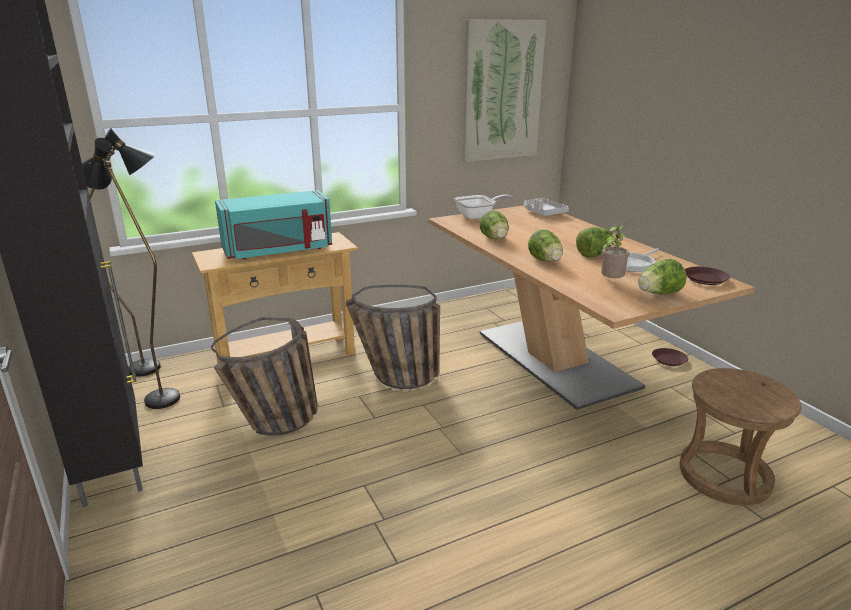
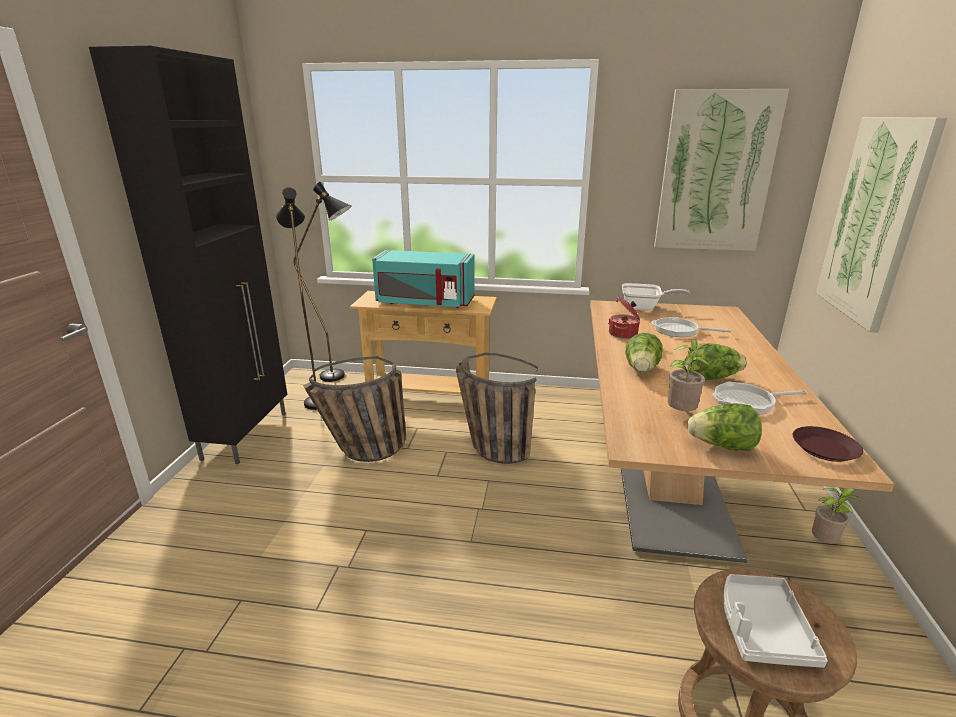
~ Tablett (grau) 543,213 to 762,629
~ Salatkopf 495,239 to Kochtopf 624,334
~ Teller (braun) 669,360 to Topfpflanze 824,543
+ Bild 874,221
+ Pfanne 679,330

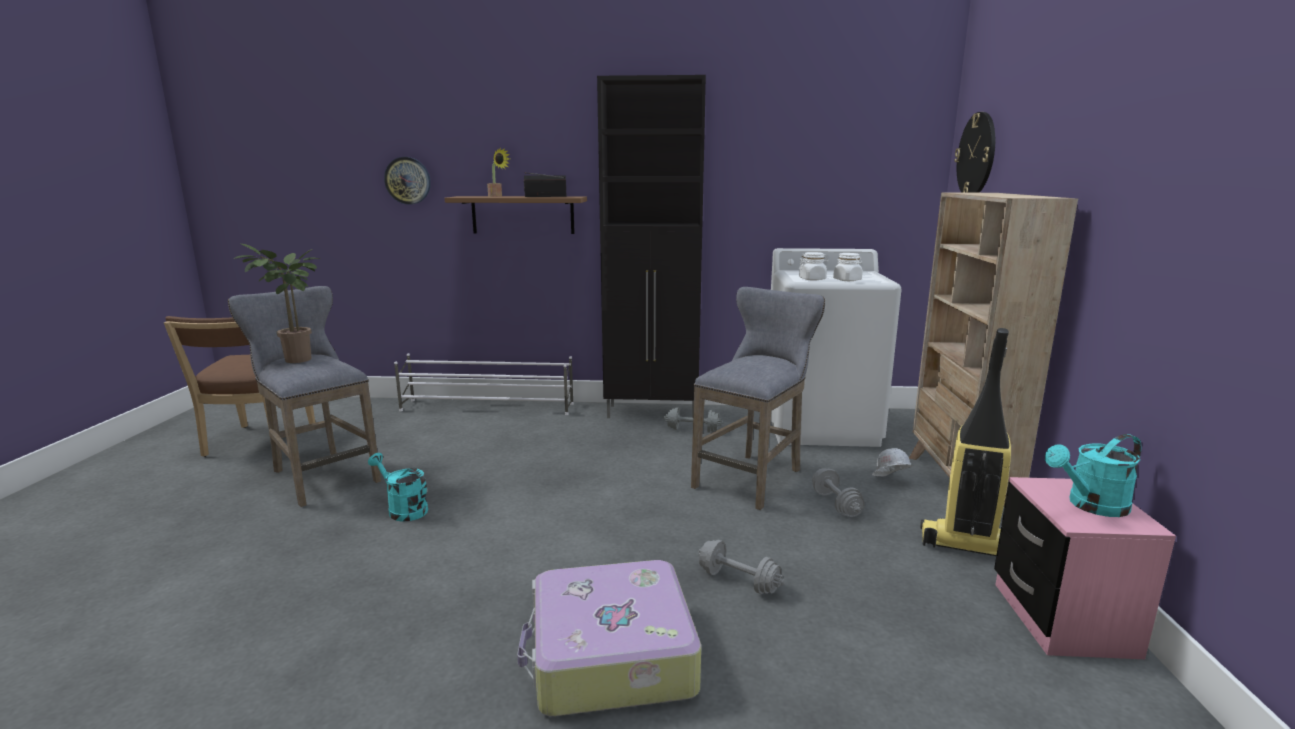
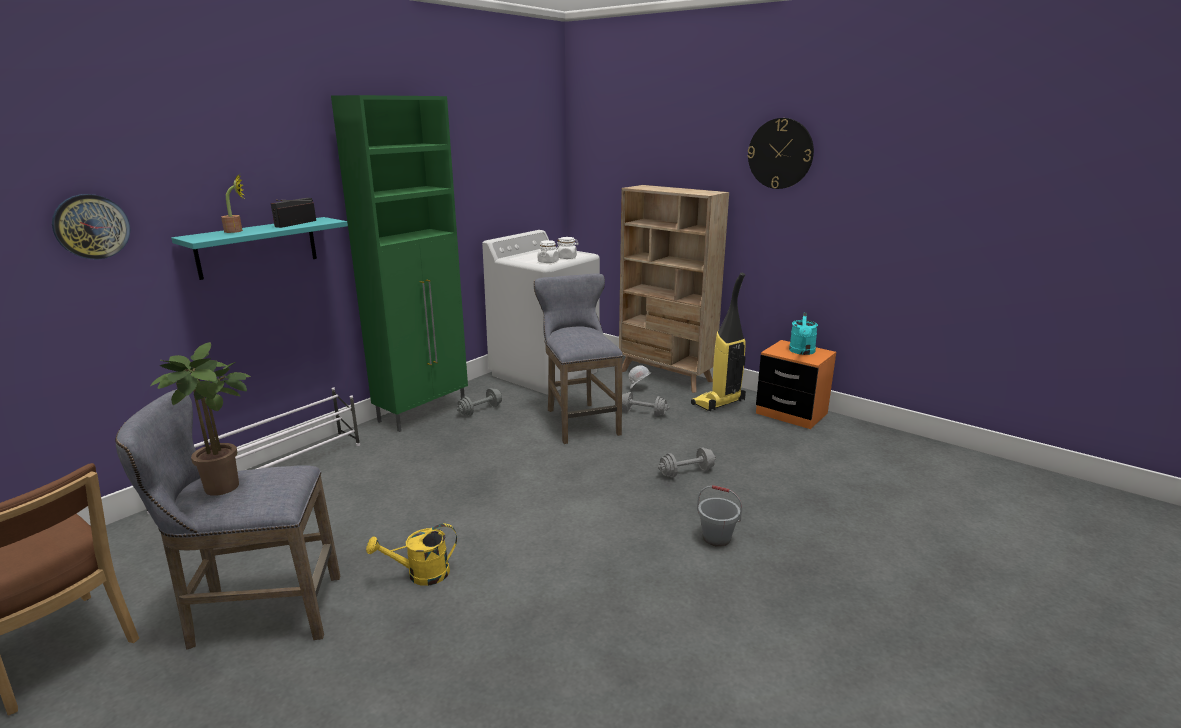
~ Schrank (schwarz) 653,413 to Schrank (grün) 424,412
~ Wanduhr 976,155 to 780,153
~ Wandregal (braun) 523,215 to Wandregal (türkis) 257,247
~ Gießkanne (türkis) 403,509 to Gießkanne (gelb) 421,575
~ Nachttisch (rosa) 1062,619 to Nachttisch (orange) 791,413
~ Koffer 610,656 to Eimer (grau) 717,538

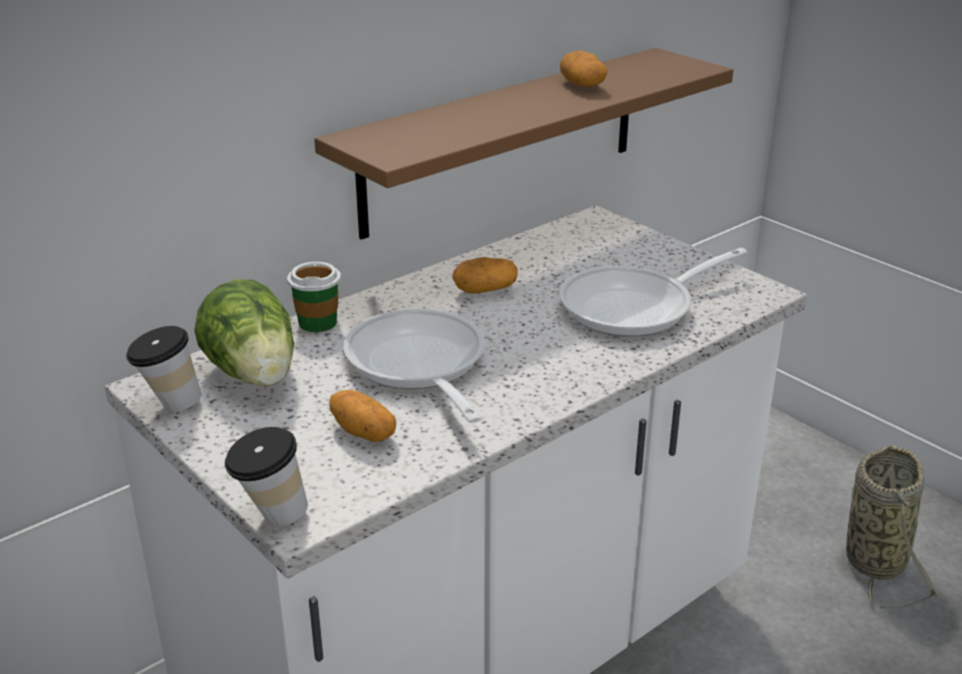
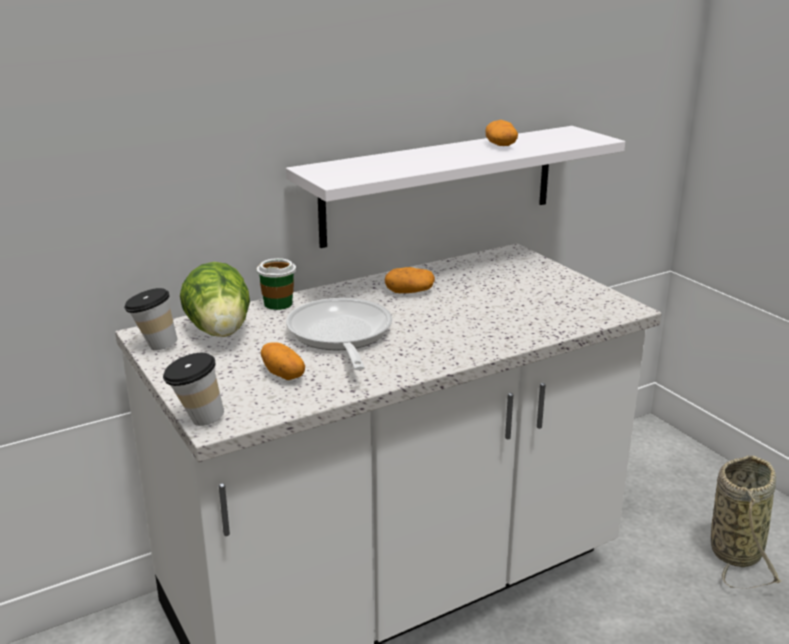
~ Wandregal (braun) 503,140 to Wandregal (weiß) 440,185
- Pfanne 636,307

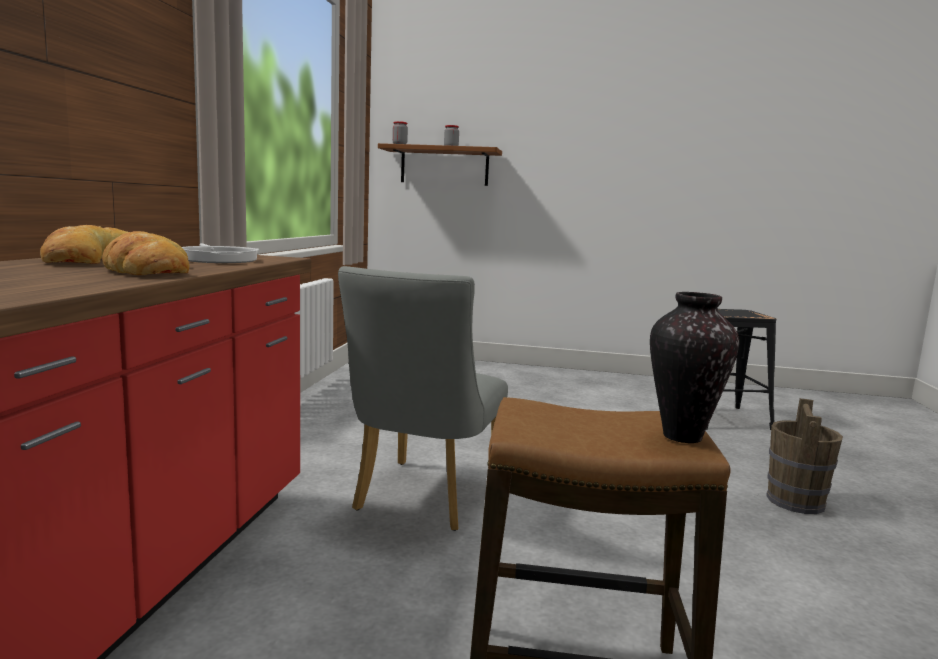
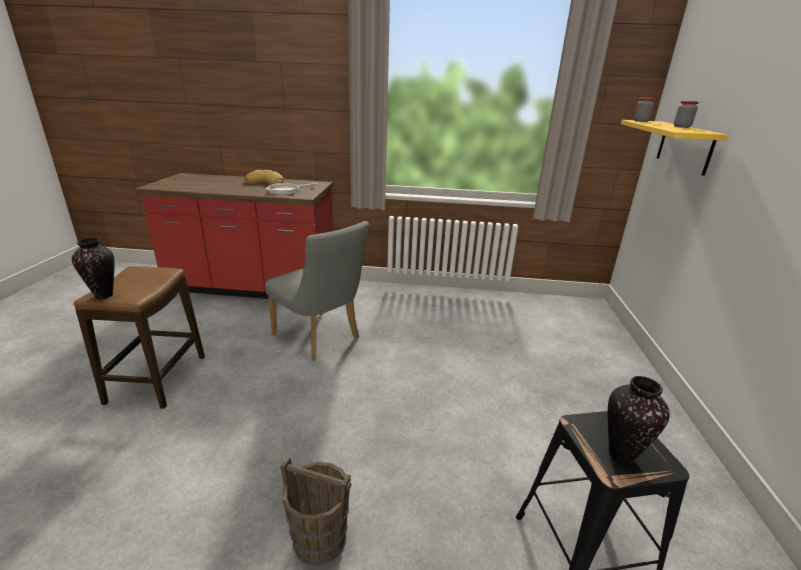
~ Wandregal (braun) 444,166 to Wandregal (gelb) 684,146
- Brot 148,270
~ Stuhl (grau) 422,499 = 320,338 150 degrees counterclockwise
+ Vase 621,455

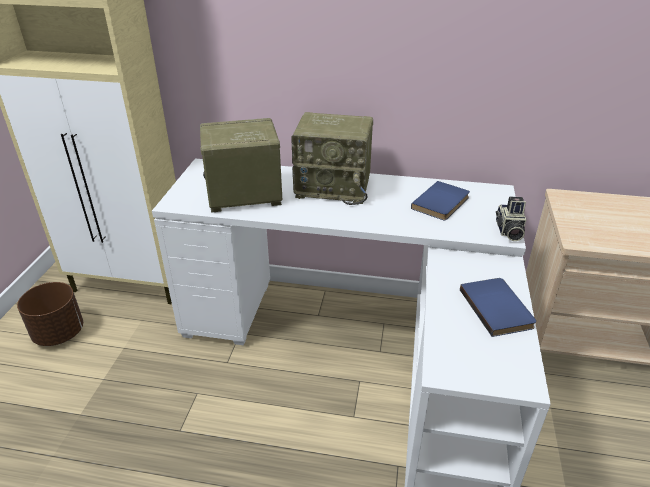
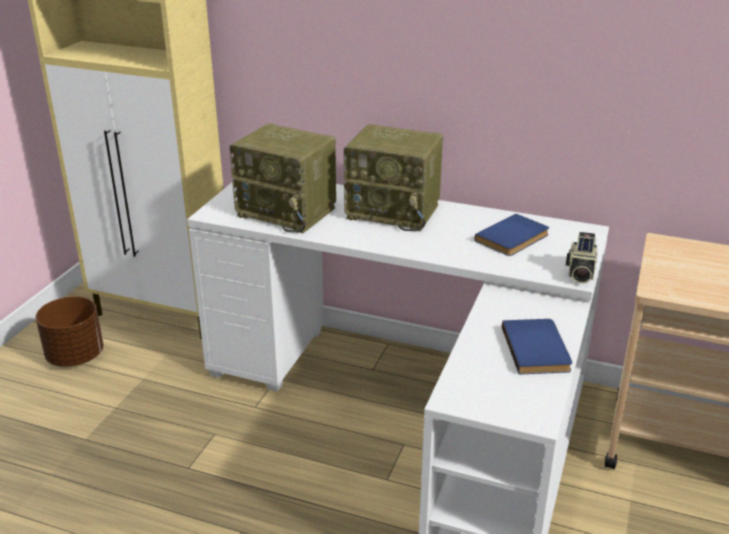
~ Radio 242,195 = 288,212 150 degrees counterclockwise

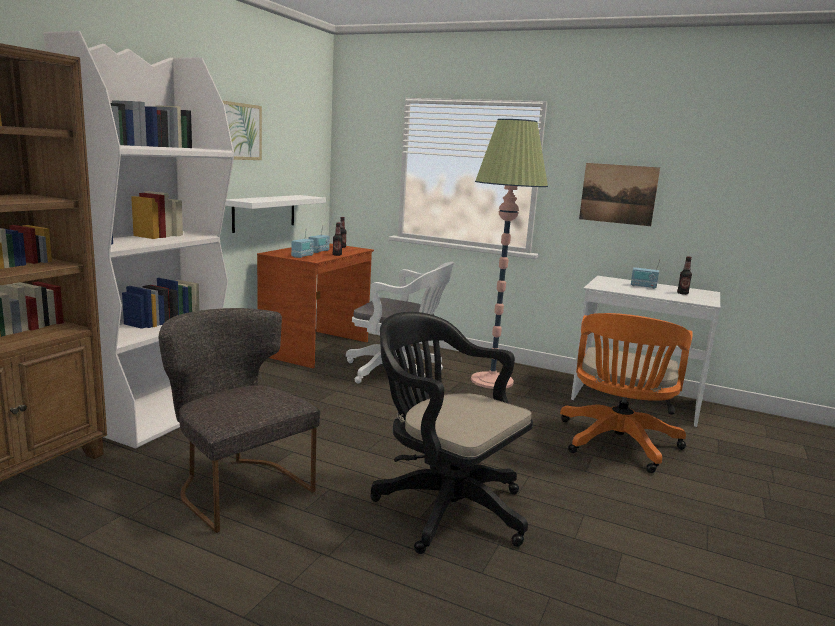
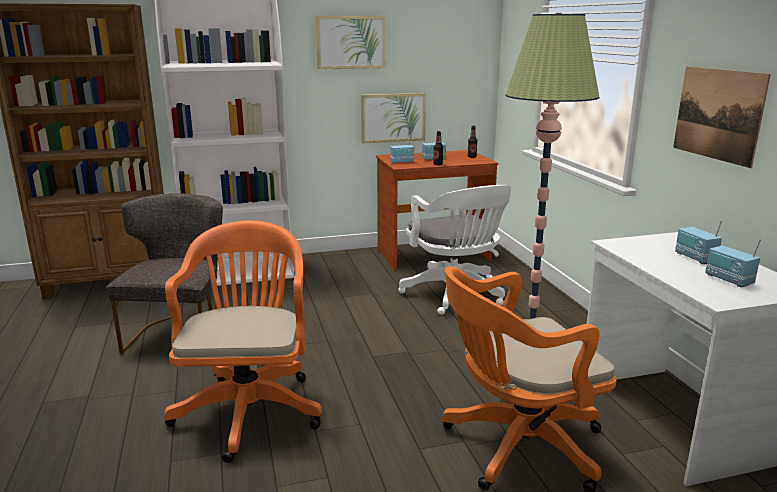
~ Wandregal (weiß) 264,212 to Bild 393,117
~ Flasche 682,293 to Radio 728,280
~ Bürostuhl (schwarz) 444,506 to Bürostuhl (orange) 250,408

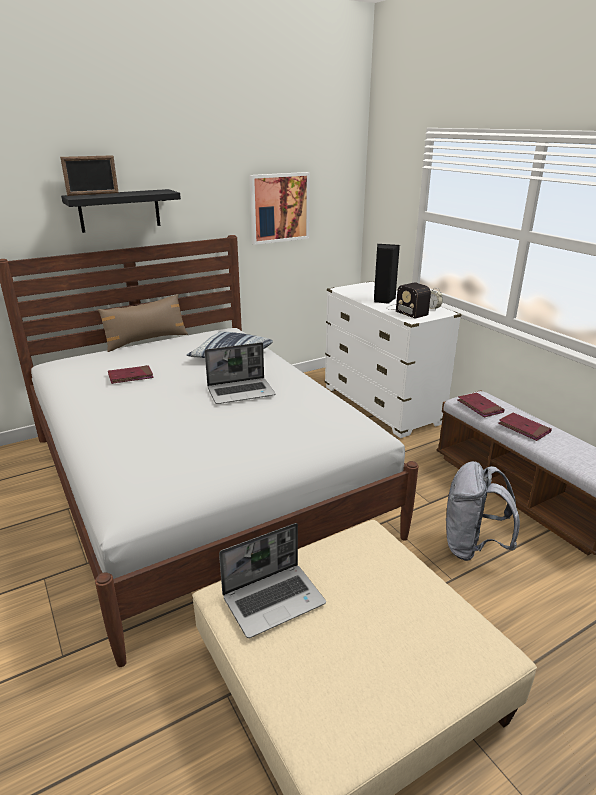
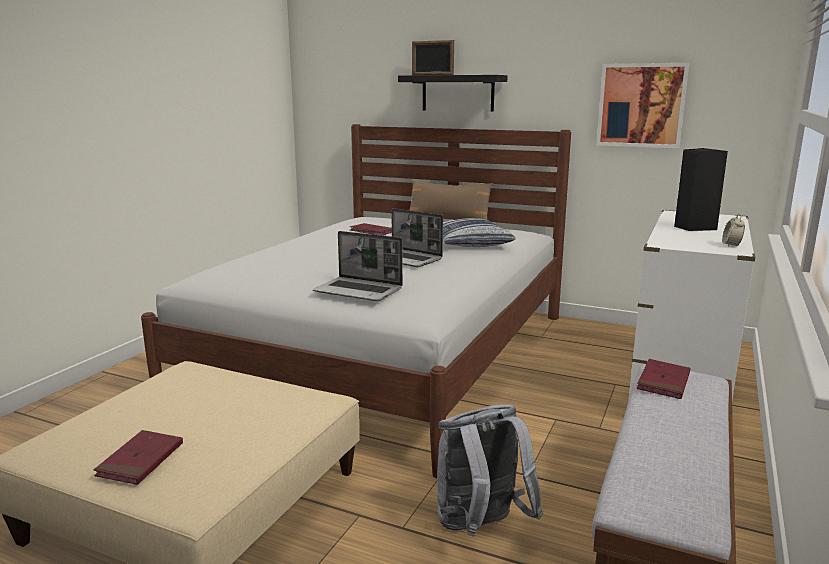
- Radio 406,310
~ Buch (rot) 523,428 to 140,460
~ Laptop 274,599 to 359,291

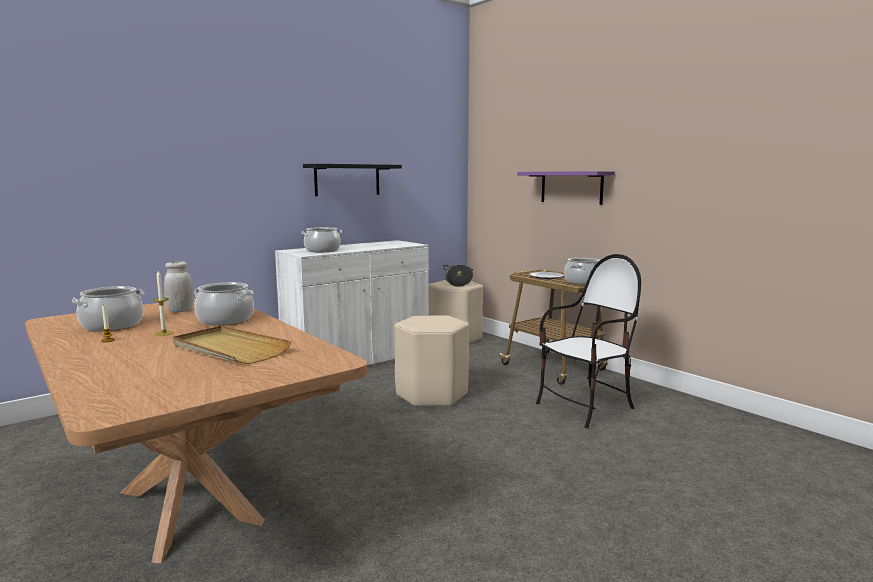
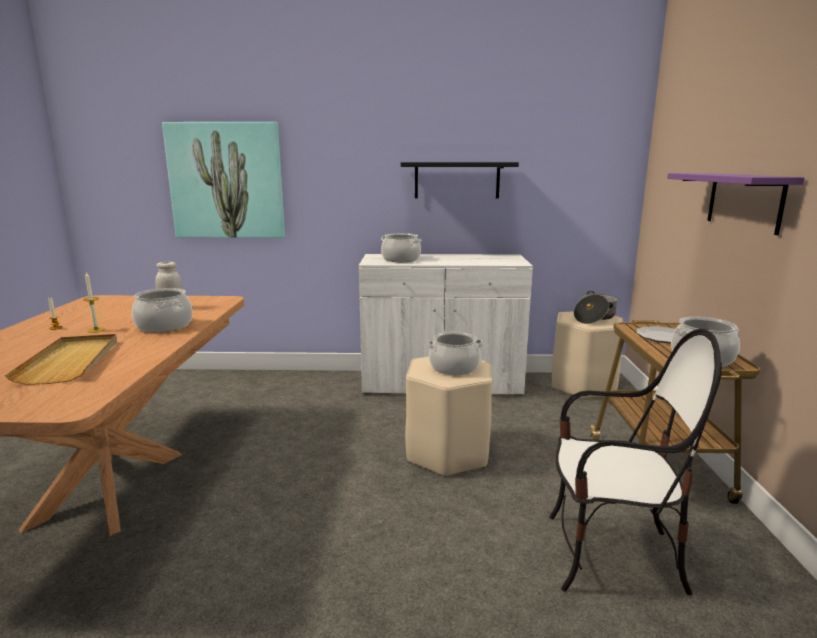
~ Kochtopf 112,325 to 454,368
+ Bild 227,181

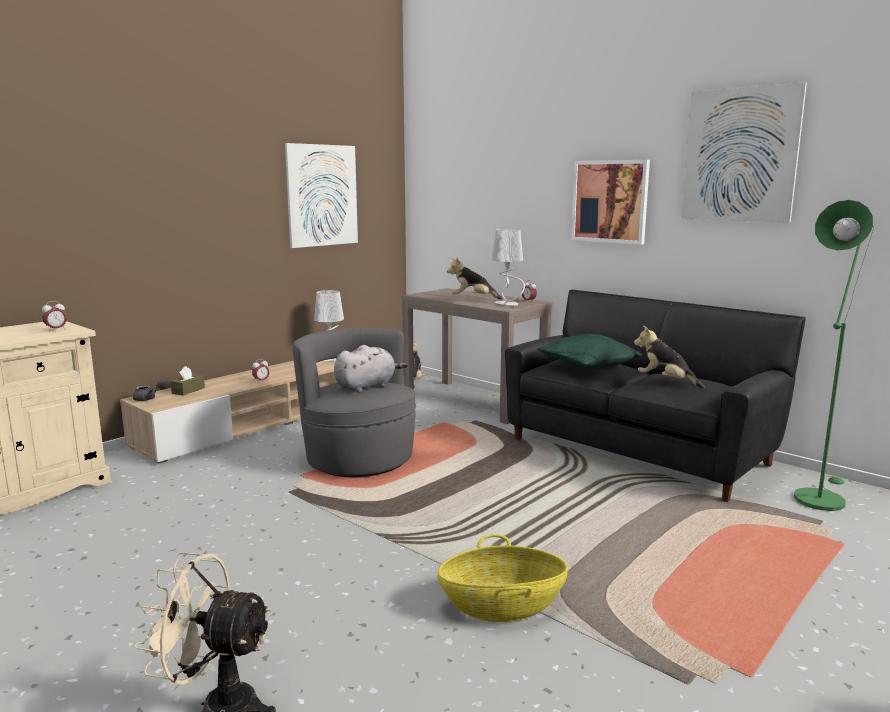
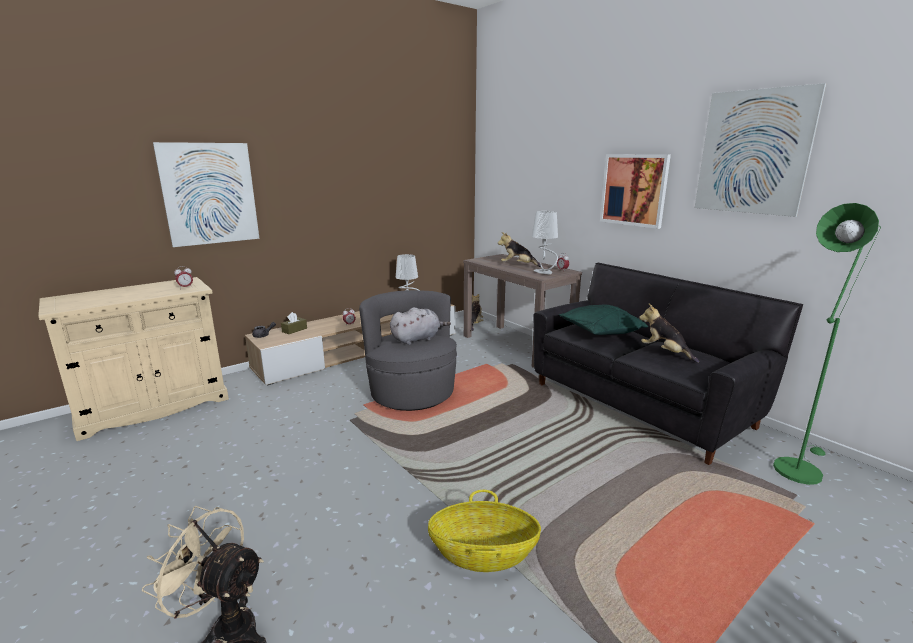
~ Bild 322,195 to 209,194

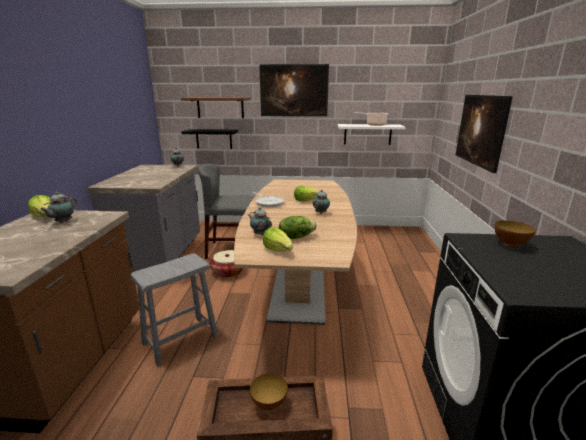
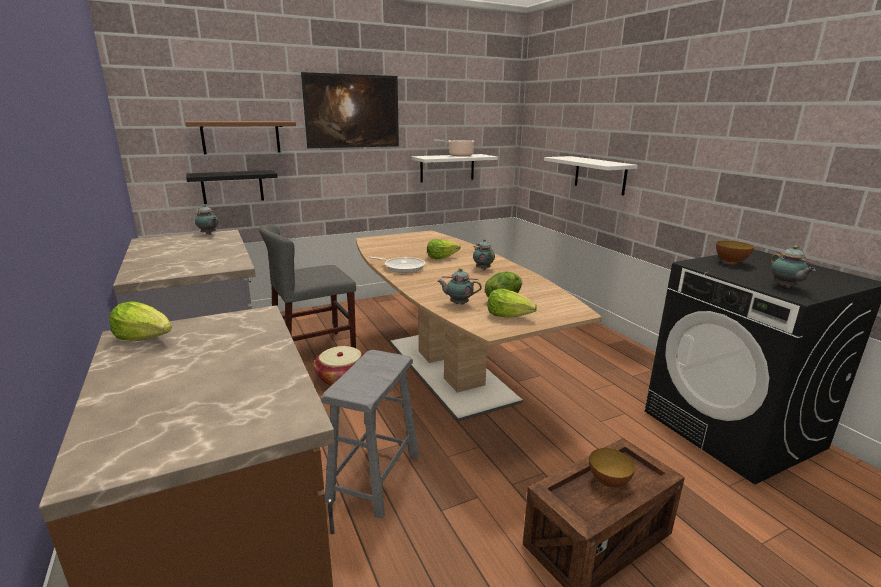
~ Bild 477,147 to Wandregal (weiß) 600,175
~ Teekanne 63,222 to 785,287

